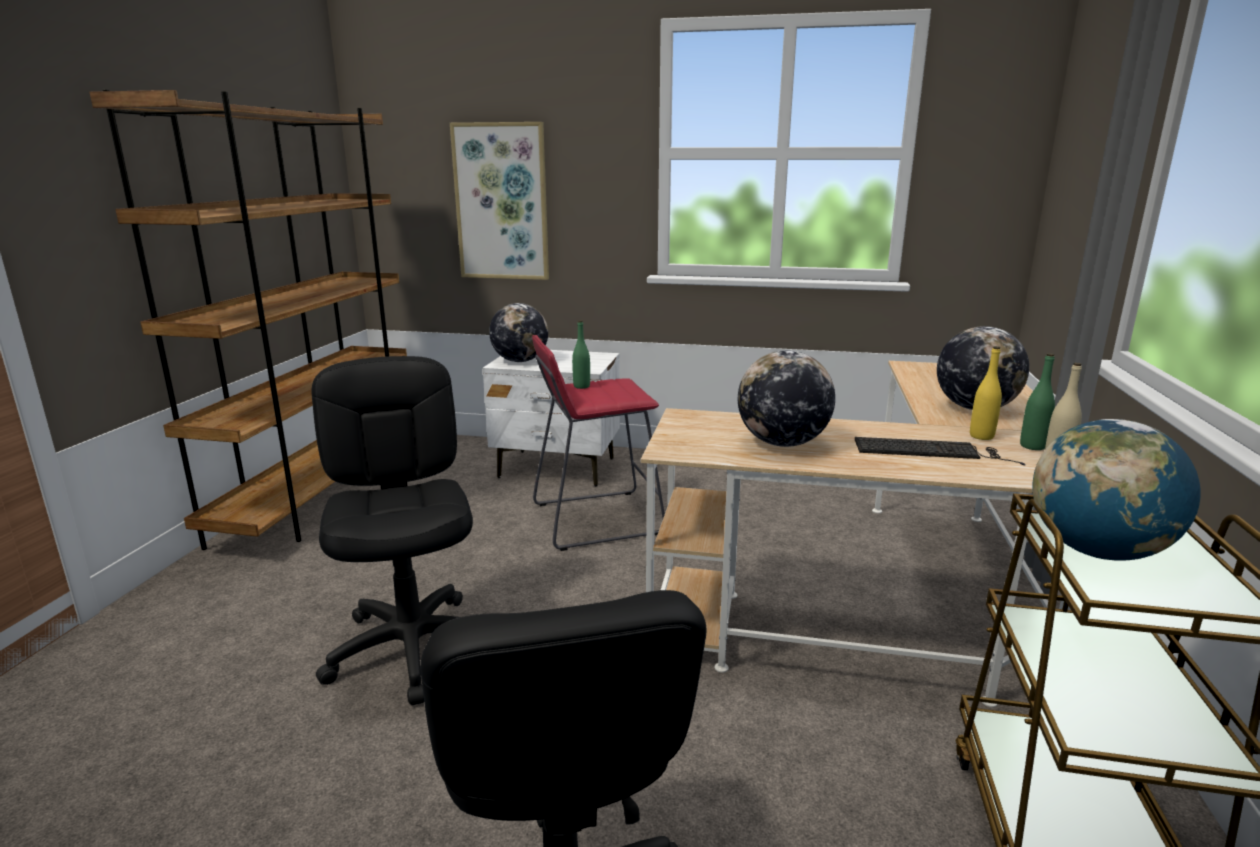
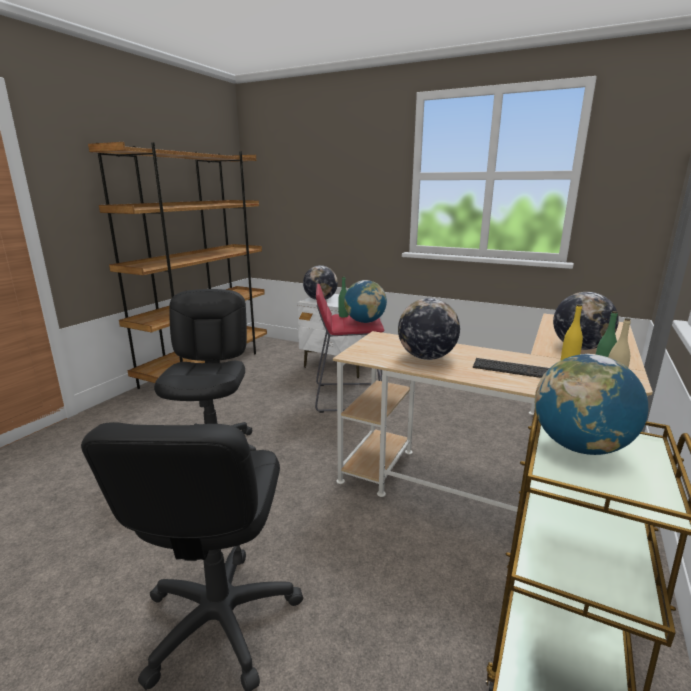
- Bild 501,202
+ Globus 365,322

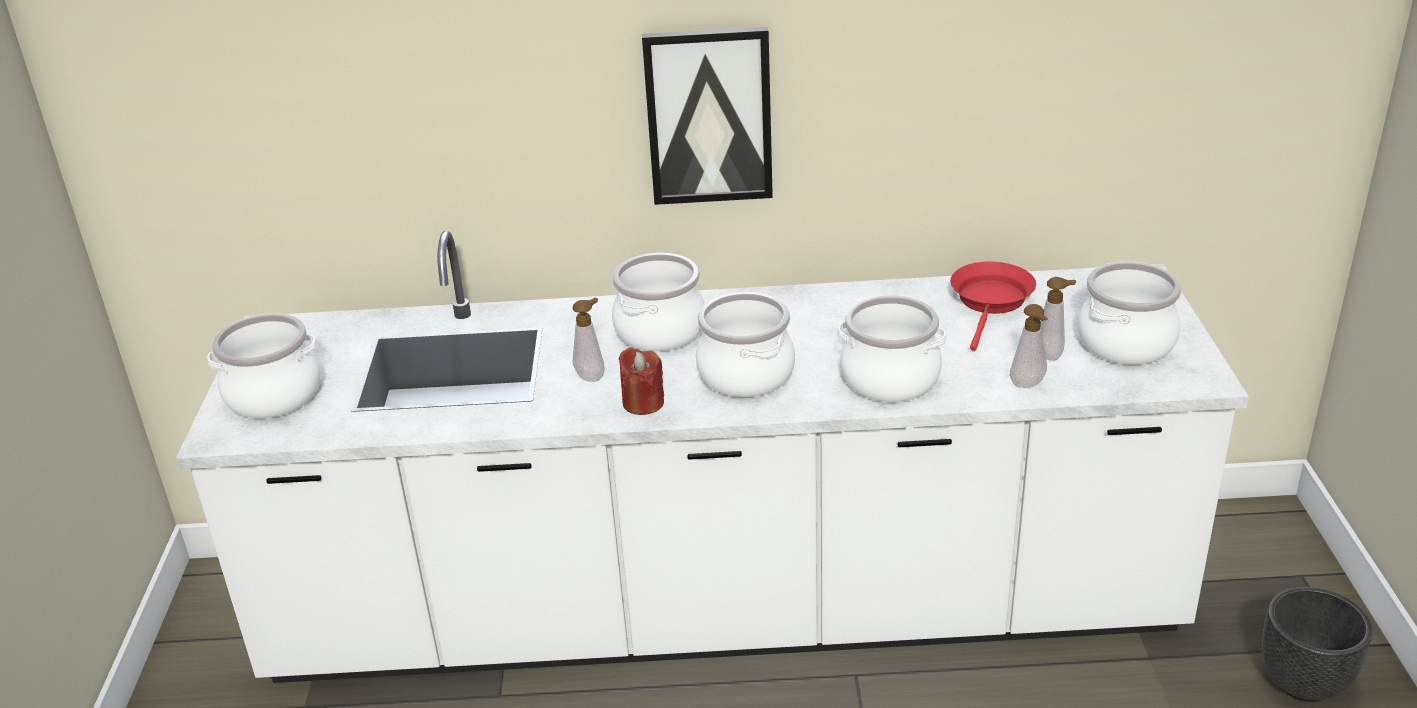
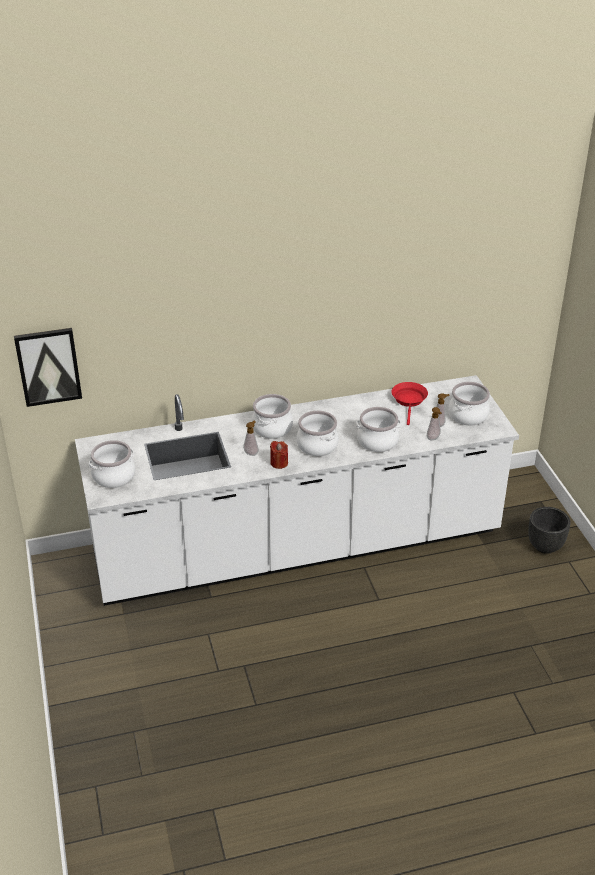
~ Bild 709,116 to 48,366

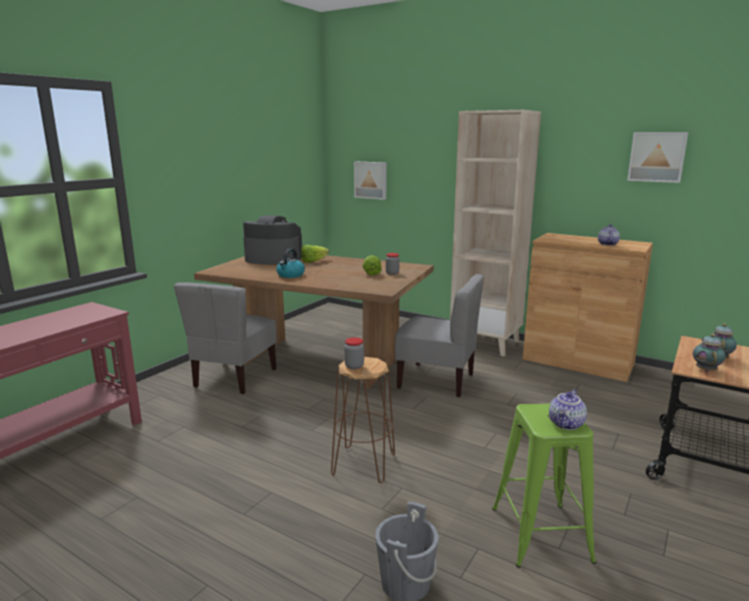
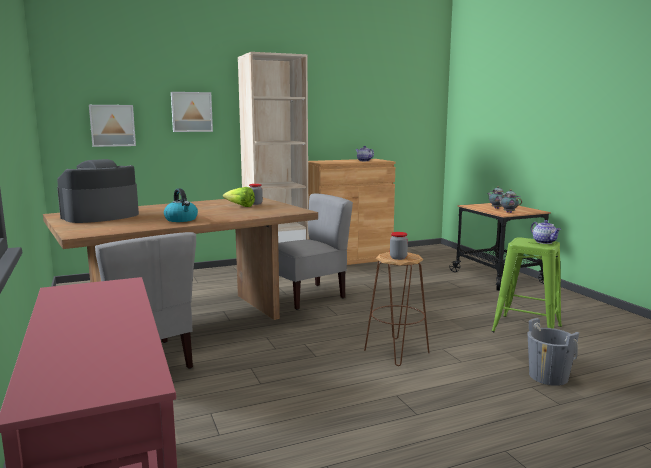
~ Bild 657,157 to 191,112
- Salatkopf 313,261

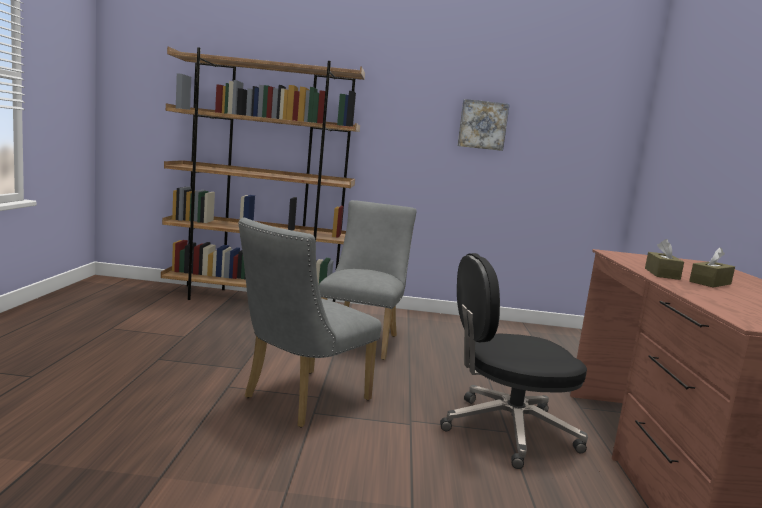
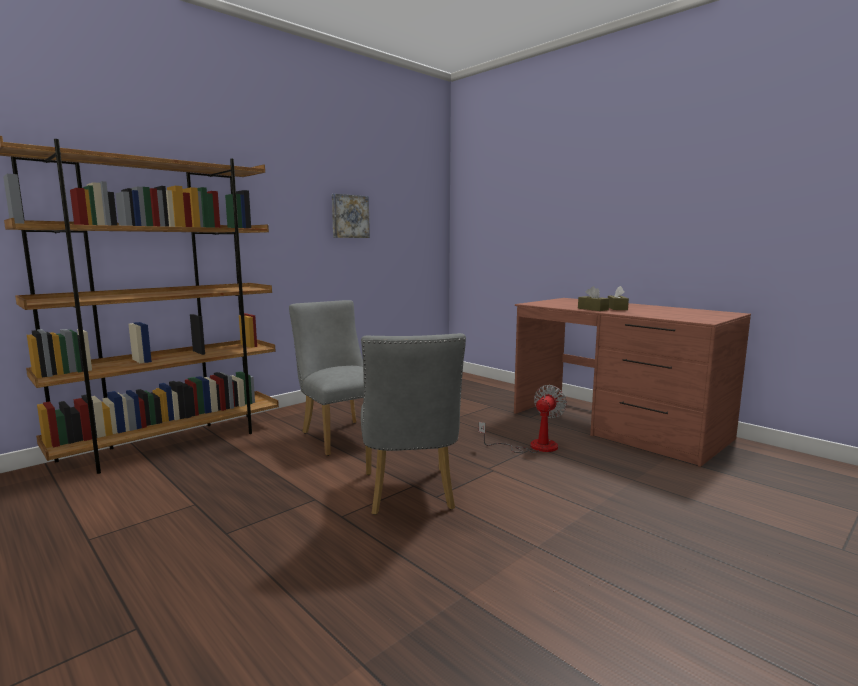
~ Bürostuhl (schwarz) 506,430 to Ventilator 533,446

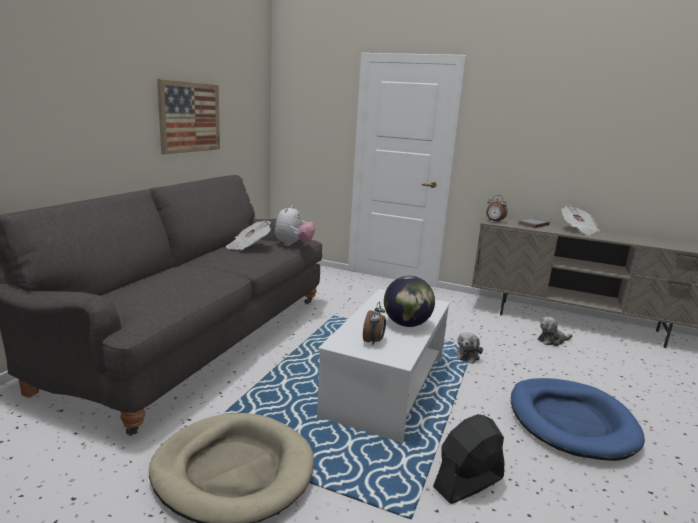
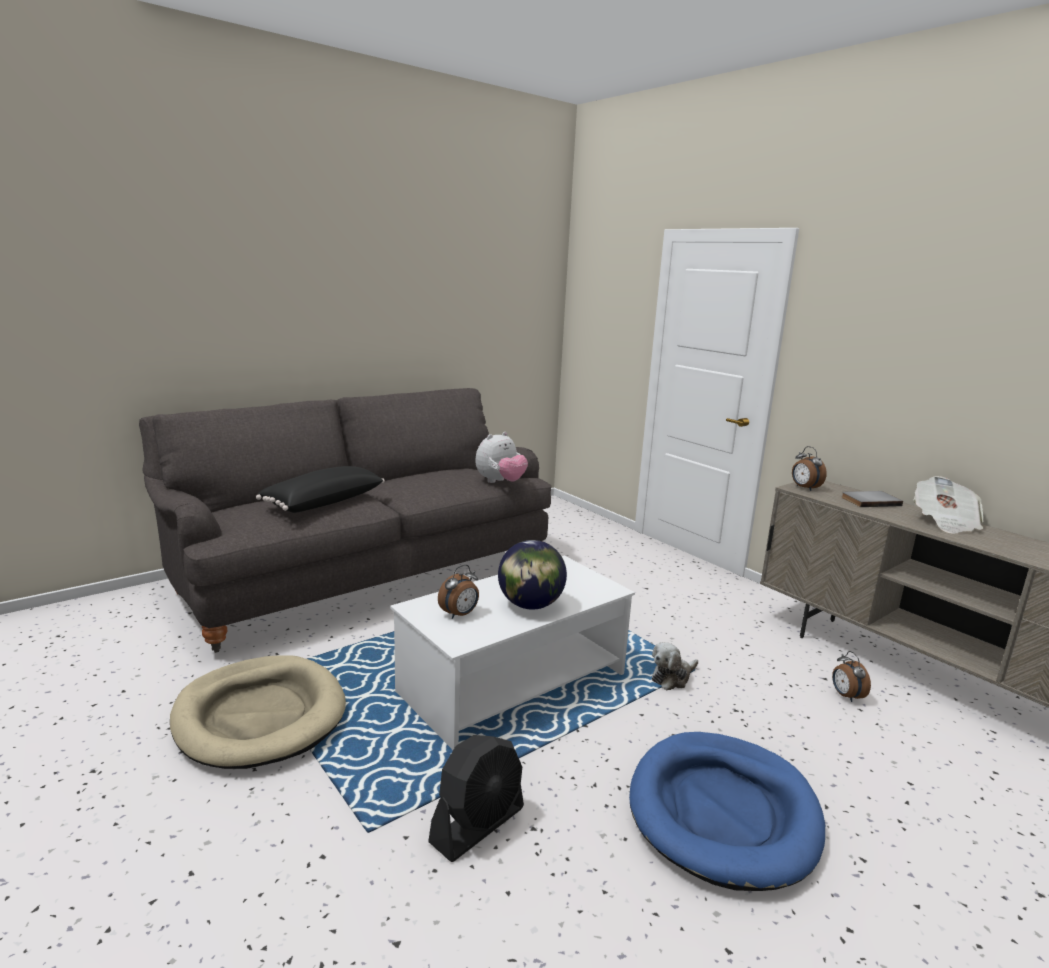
- Bild 190,117
- Zeitung 248,247
~ Plüschtier 552,340 to Wecker 845,696
~ Ventilator (schwarz) 468,483 = 478,825 135 degrees clockwise
+ Kissen (schwarz) 322,502

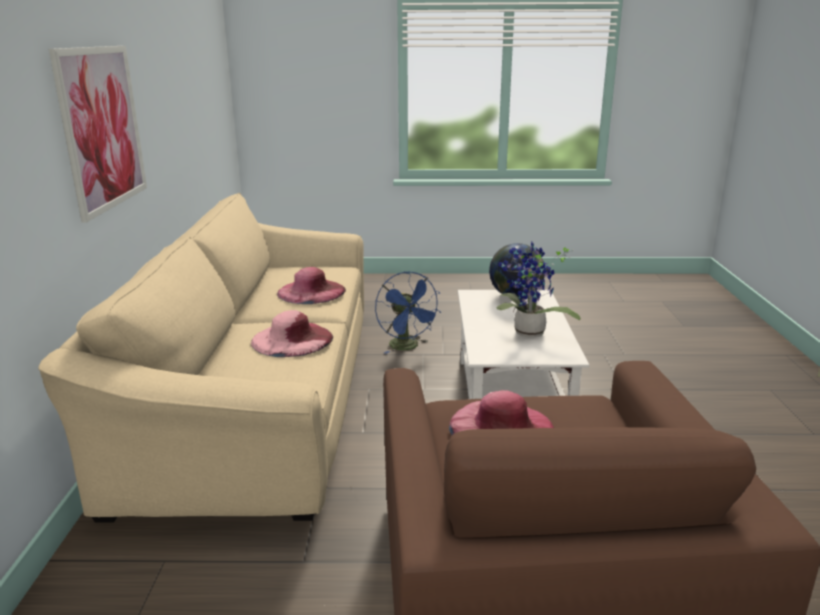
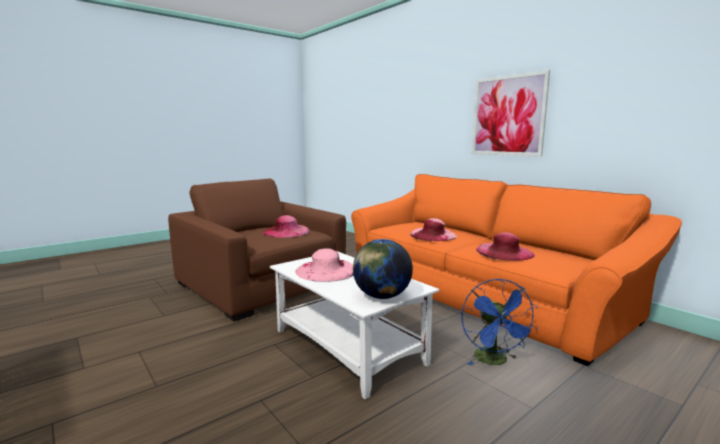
~ Sofa (beige) 261,397 to Sofa (orange) 480,295
~ Topfpflanze 528,334 to Hut (rosa) 326,270
~ Ventilator (blau) 408,347 = 494,361 120 degrees counterclockwise

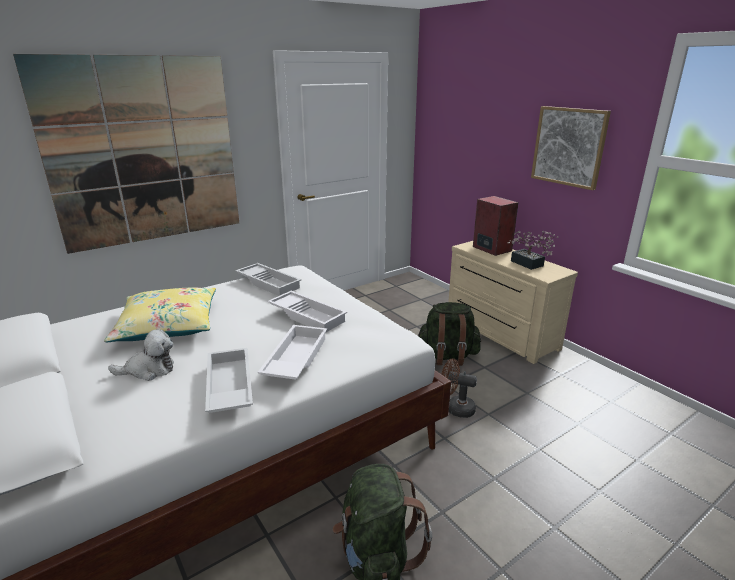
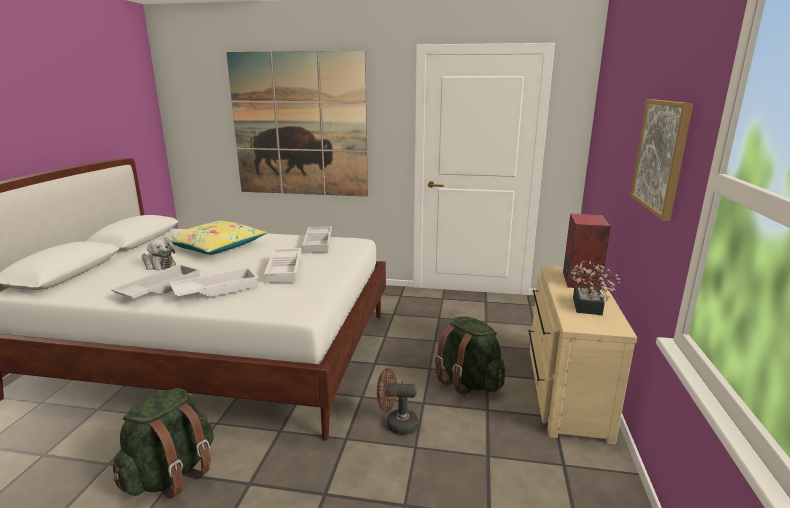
~ Ventilator (braun) 456,408 = 396,424 60 degrees counterclockwise

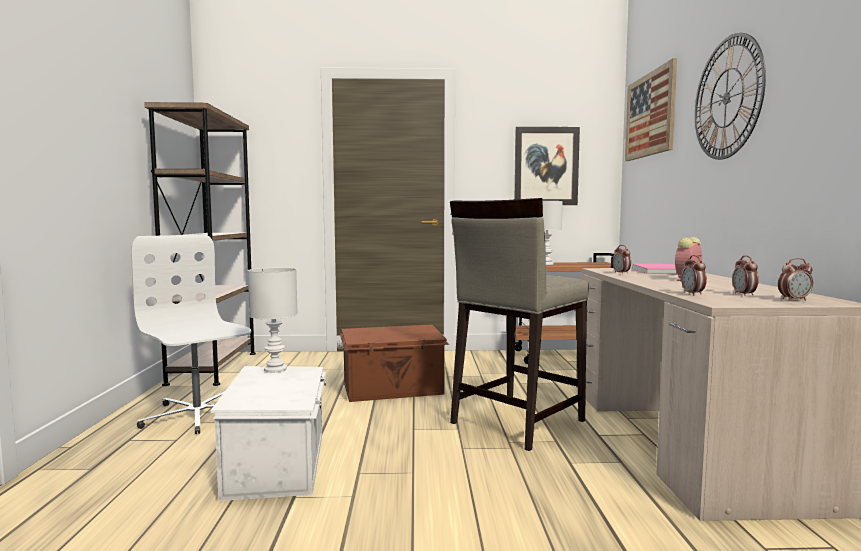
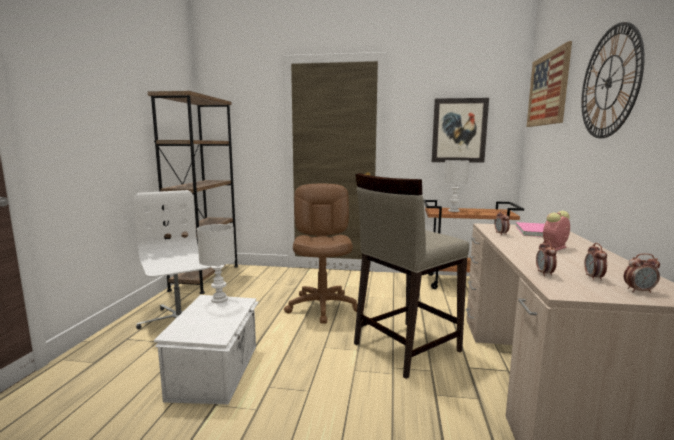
~ Aufbewahrungsbox (braun) 393,389 to Bürostuhl (braun) 323,307

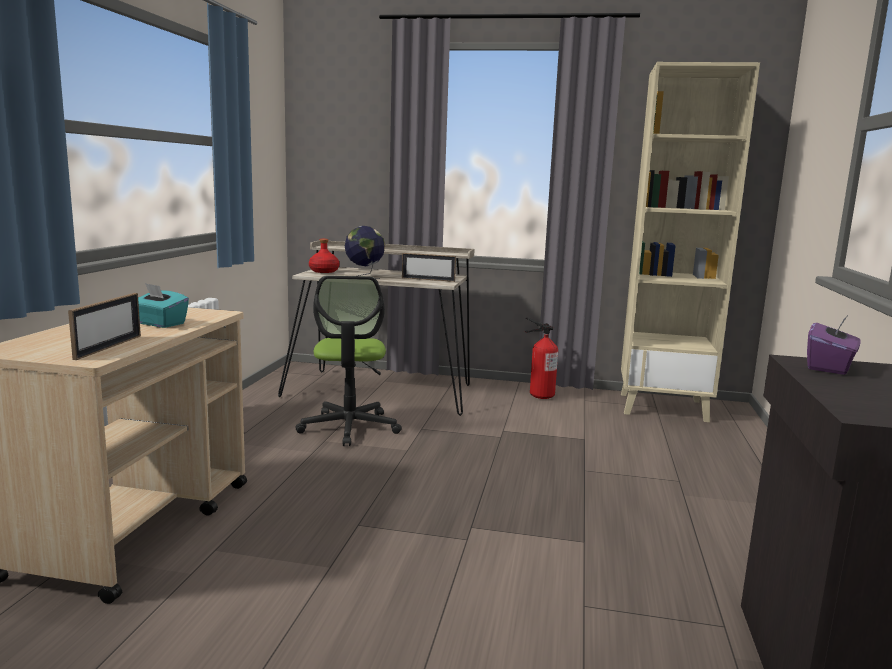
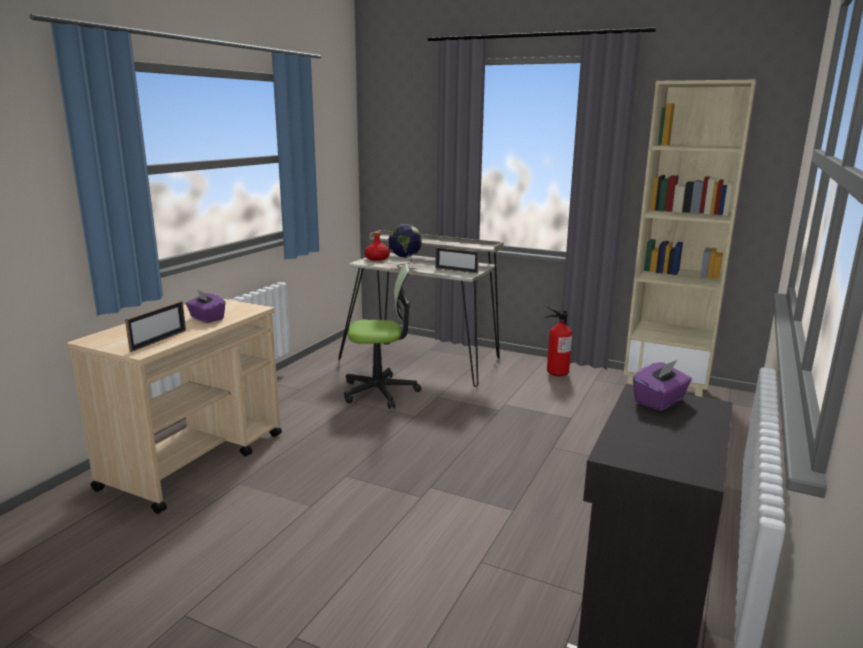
~ Bürostuhl 349,428 = 380,391 105 degrees counterclockwise
~ Taschentuchbox (türkis) 159,323 to Taschentuchbox (lila) 206,318

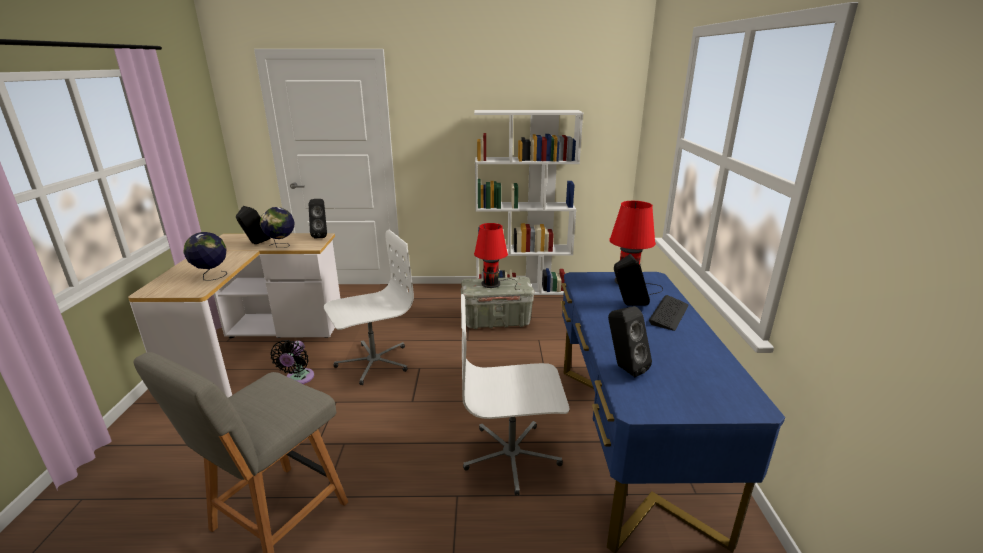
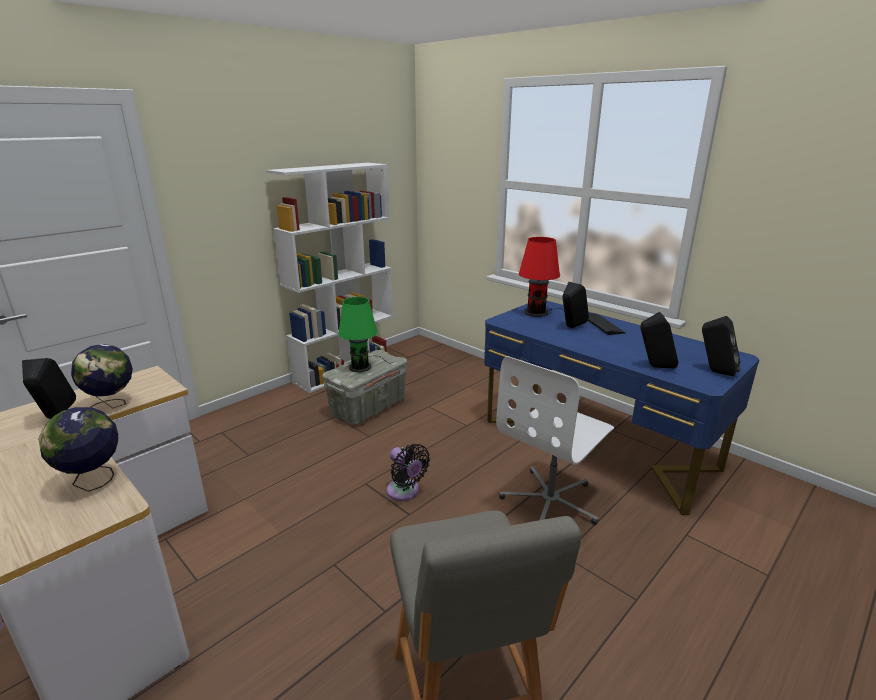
~ Lautsprecher (schwarz) 321,236 to 715,372
~ Tischlampe (rot) 493,284 to Tischlampe (grün) 362,366
- Bürostuhl (weiß) 373,362
~ Ventilator (schwarz) 298,379 to 405,492

